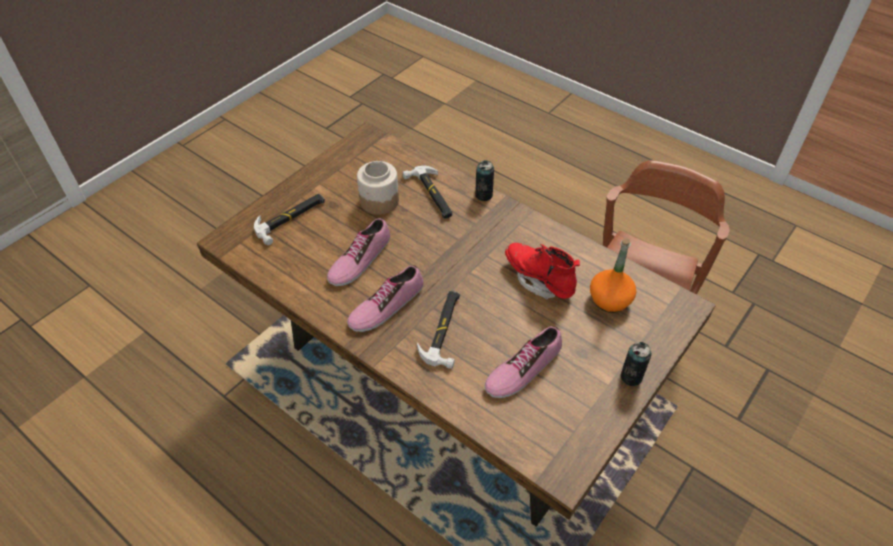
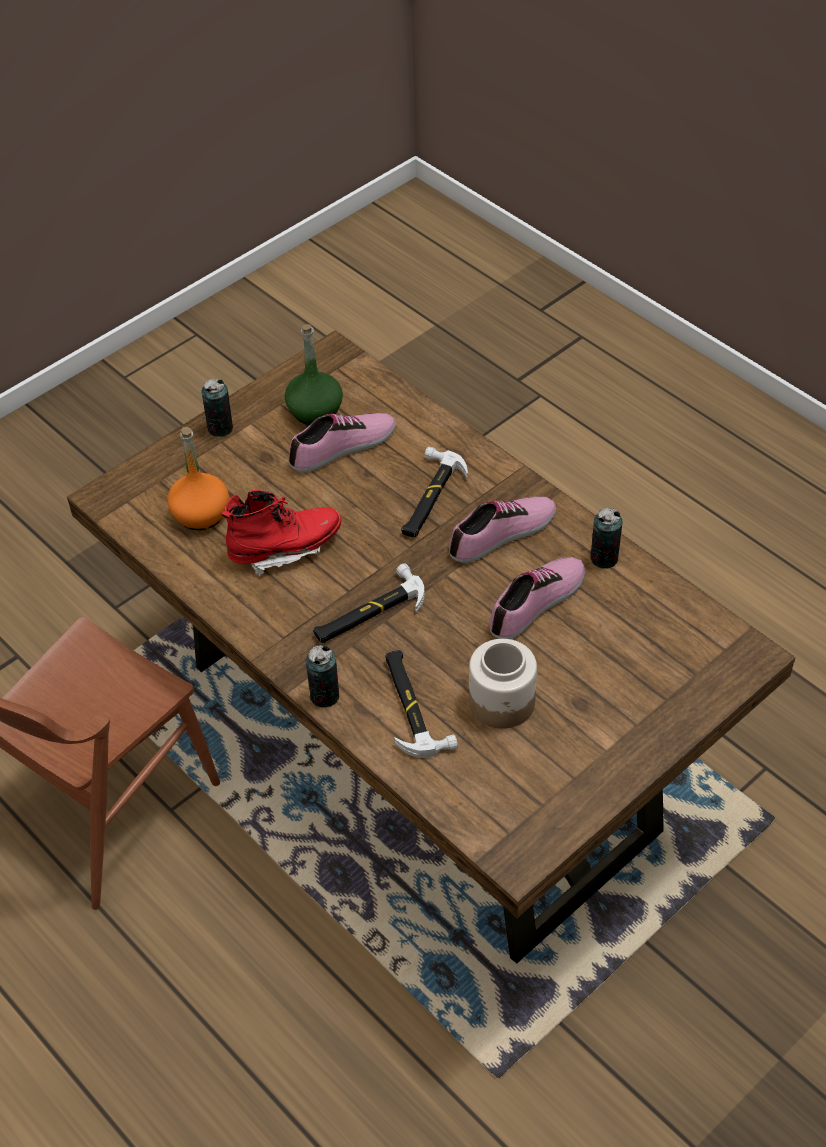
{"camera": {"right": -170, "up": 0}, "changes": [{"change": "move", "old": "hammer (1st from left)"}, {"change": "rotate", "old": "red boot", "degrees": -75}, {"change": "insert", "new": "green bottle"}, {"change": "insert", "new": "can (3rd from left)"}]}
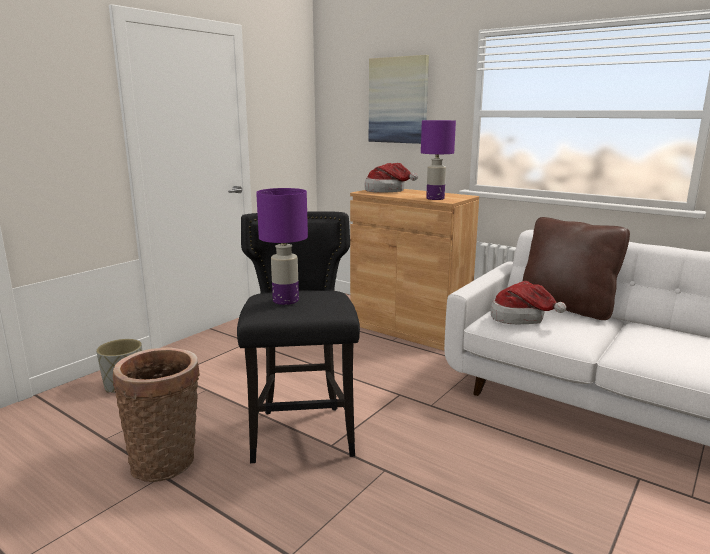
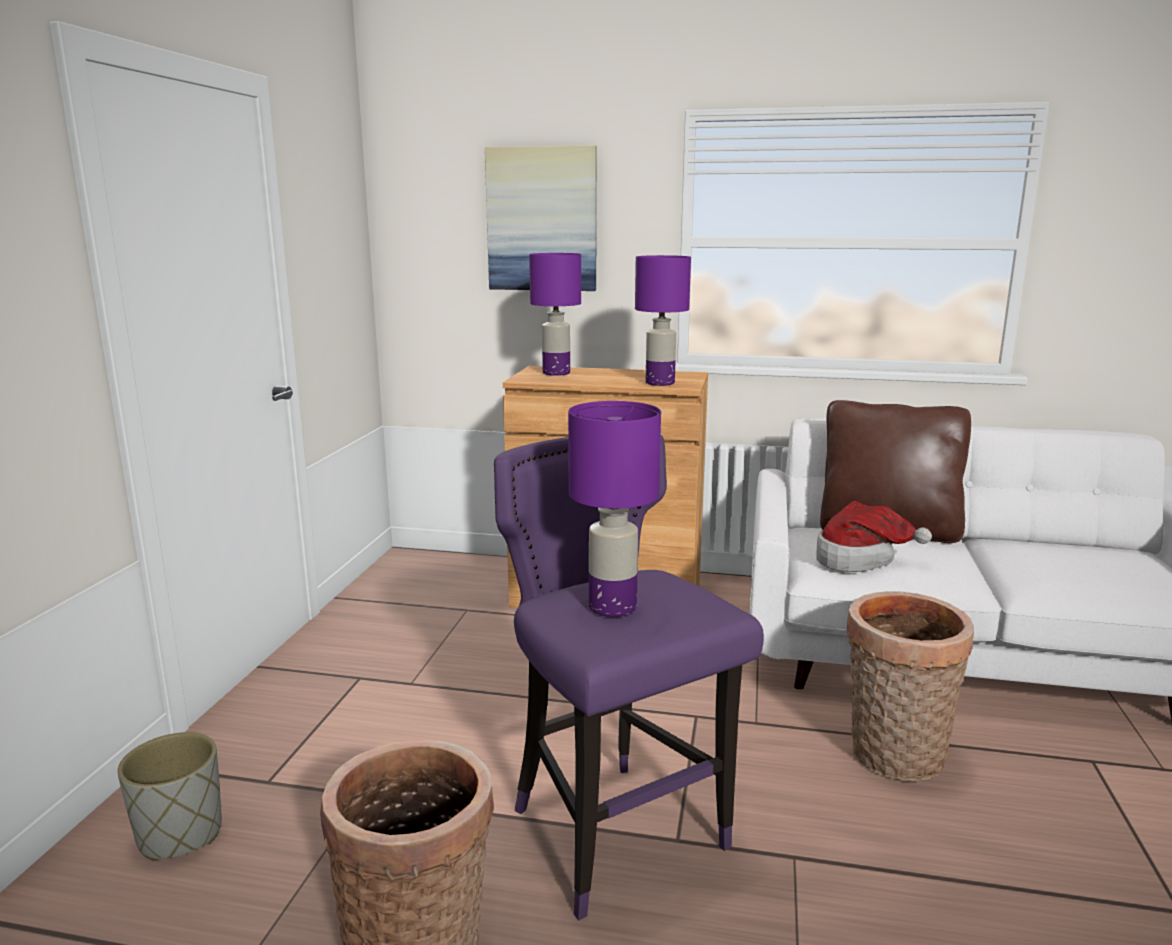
{"camera": {"right": -25, "up": 0}, "changes": [{"change": "recolor", "old": "black stool", "new": "purple stool"}, {"change": "replace", "old": "hat (1st from left)", "new": "purple table lamp (1st from left)"}, {"change": "insert", "new": "basket (2nd from left)"}]}
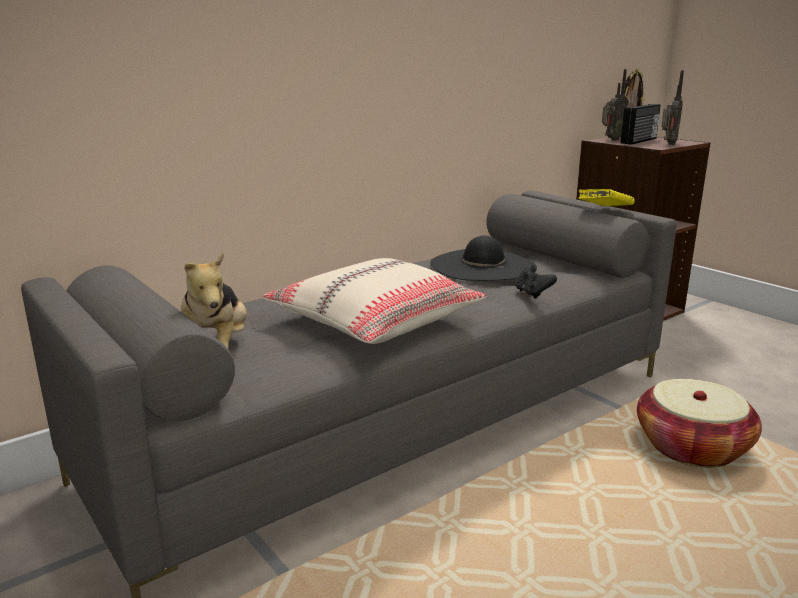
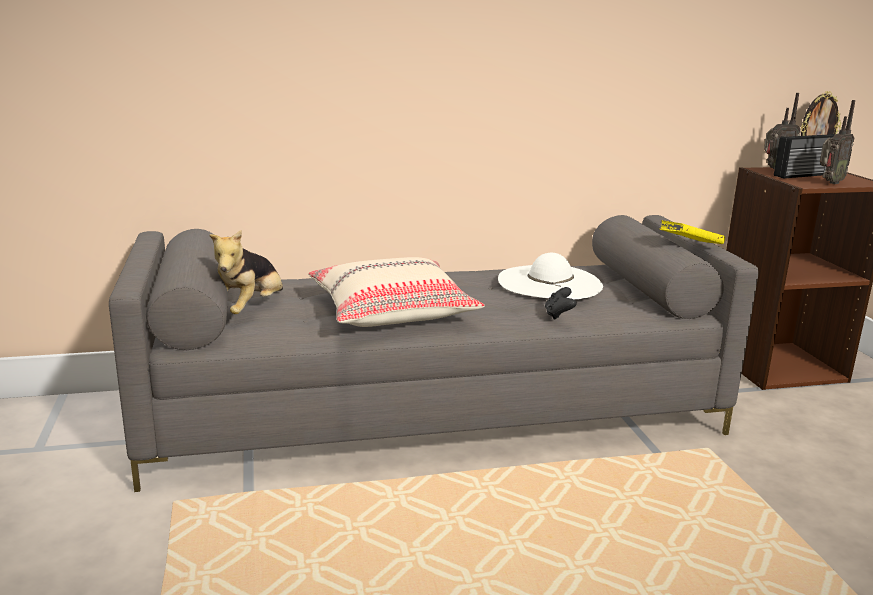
{"camera": {"right": 25, "up": 0}, "changes": [{"change": "recolor", "old": "black hat", "new": "white hat"}, {"change": "delete", "old": "basket"}]}
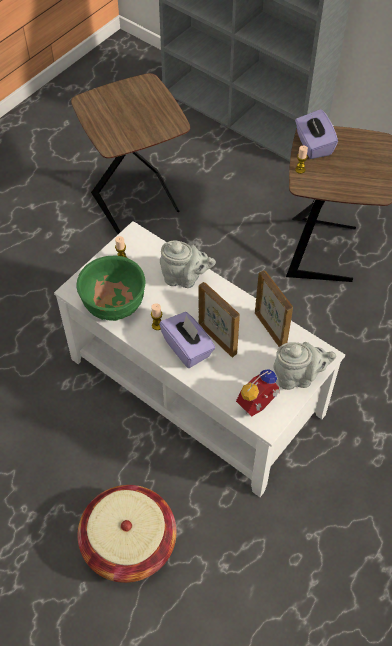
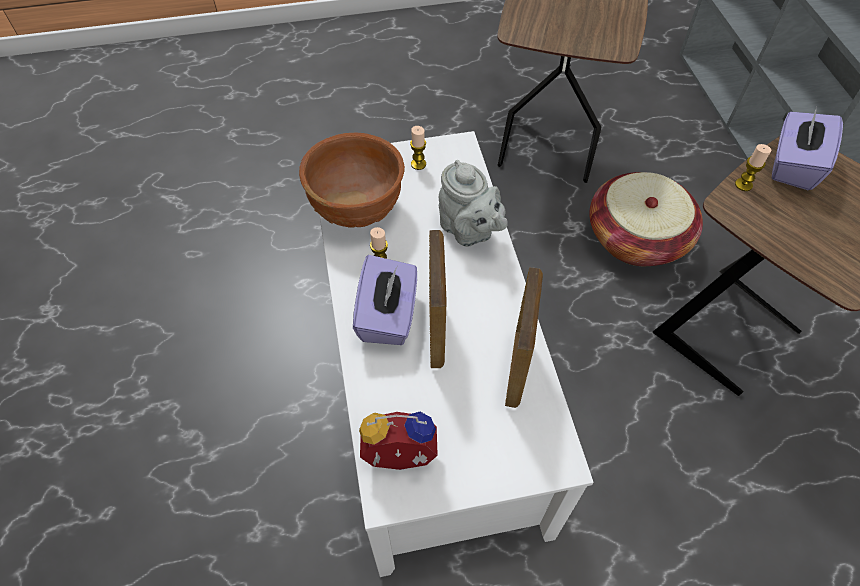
{"camera": {"right": 40, "up": 0}, "changes": [{"change": "recolor", "old": "green bowl", "new": "brown bowl"}, {"change": "move", "old": "basket"}, {"change": "delete", "old": "grey teapot (2nd from left)"}]}
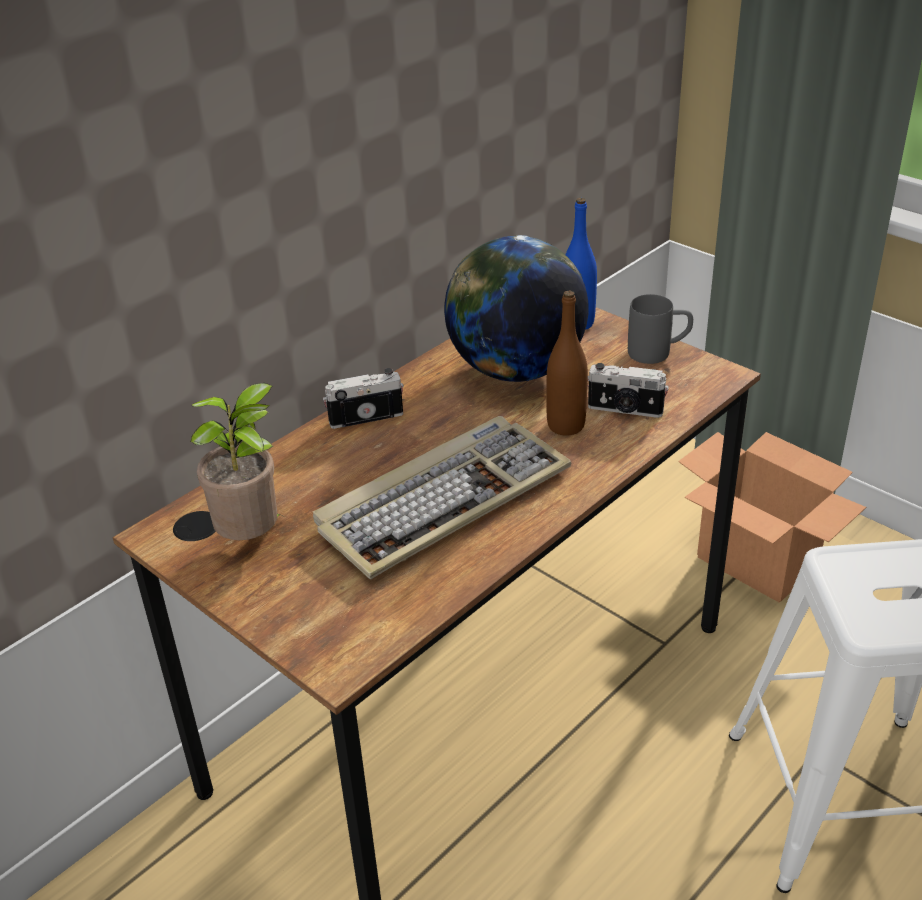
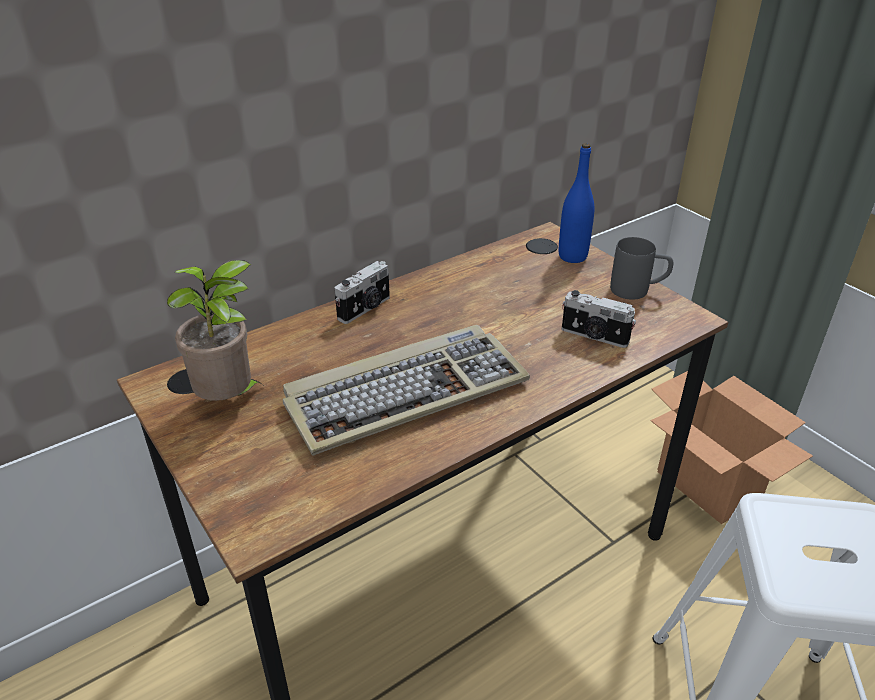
{"camera": {"right": 10, "up": 0}, "changes": [{"change": "rotate", "old": "photo camera (1st from left)", "degrees": 135}, {"change": "delete", "old": "globe"}, {"change": "delete", "old": "brown bottle"}]}
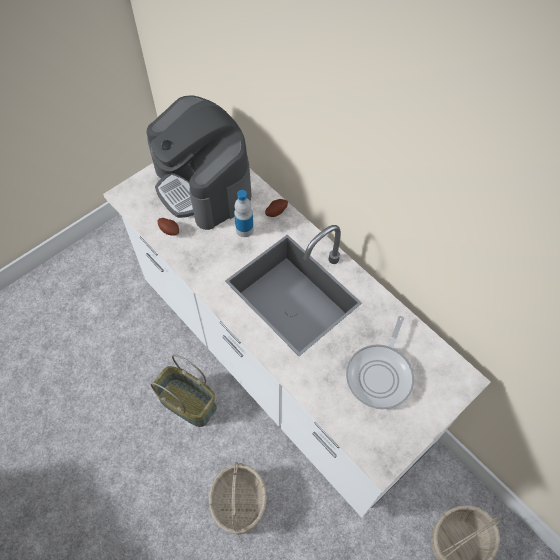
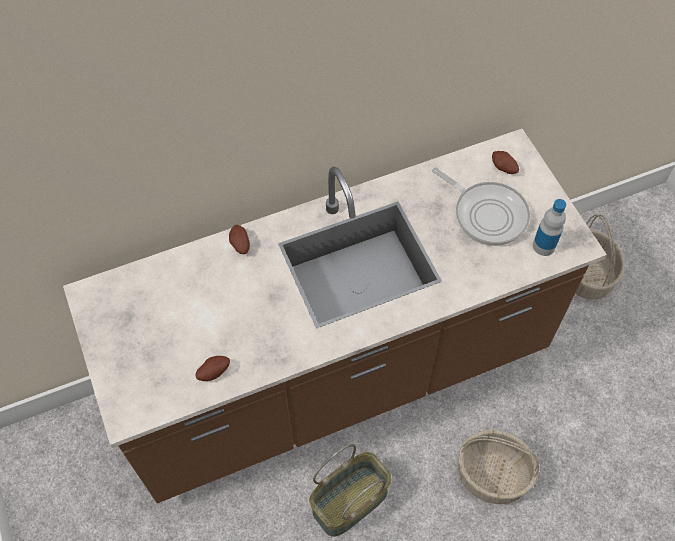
{"camera": {"right": -70, "up": 0}, "changes": [{"change": "recolor", "old": "white counter", "new": "brown counter"}, {"change": "delete", "old": "coffee machine"}, {"change": "move", "old": "bottle"}, {"change": "insert", "new": "potato (3rd from left)"}]}
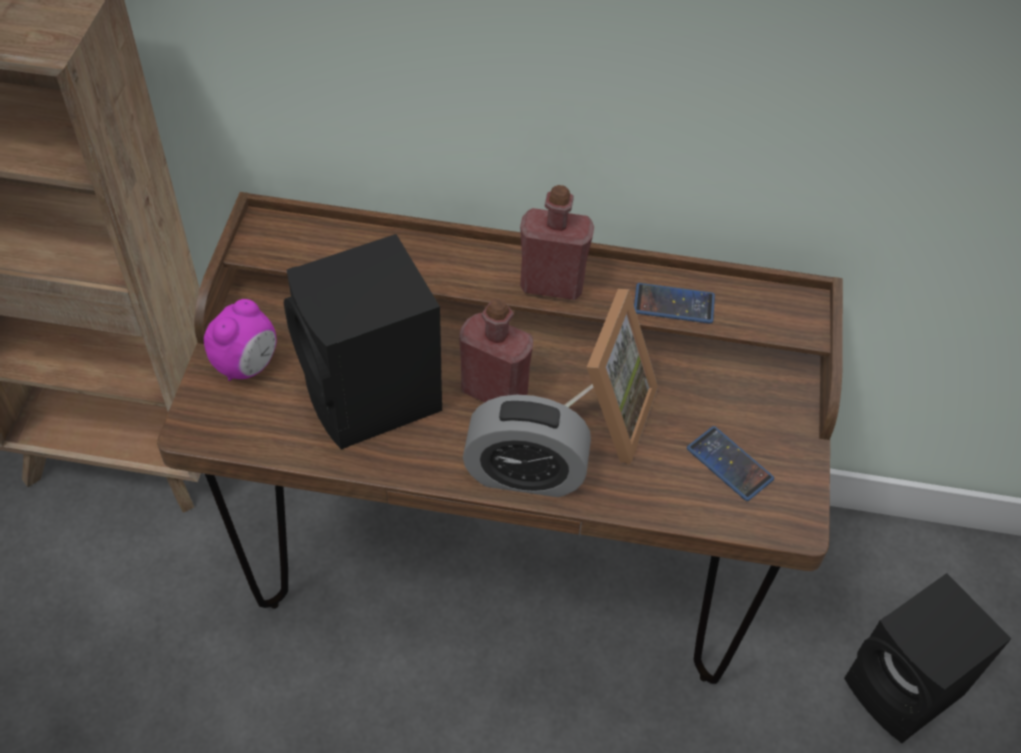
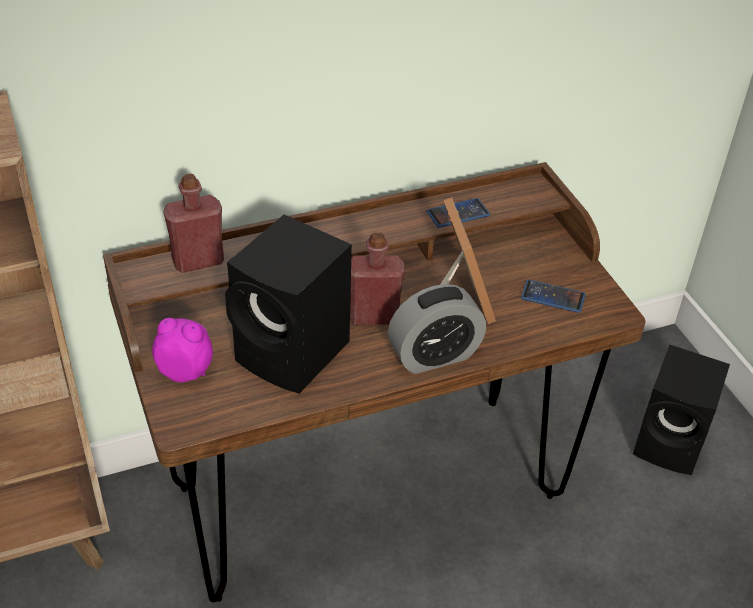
{"camera": {"right": -30, "up": -10}, "changes": [{"change": "rotate", "old": "alarm clock (1st from left)", "degrees": -75}, {"change": "move", "old": "red bottle (2nd from left in the first image)", "new": "red bottle (1st from left)"}]}
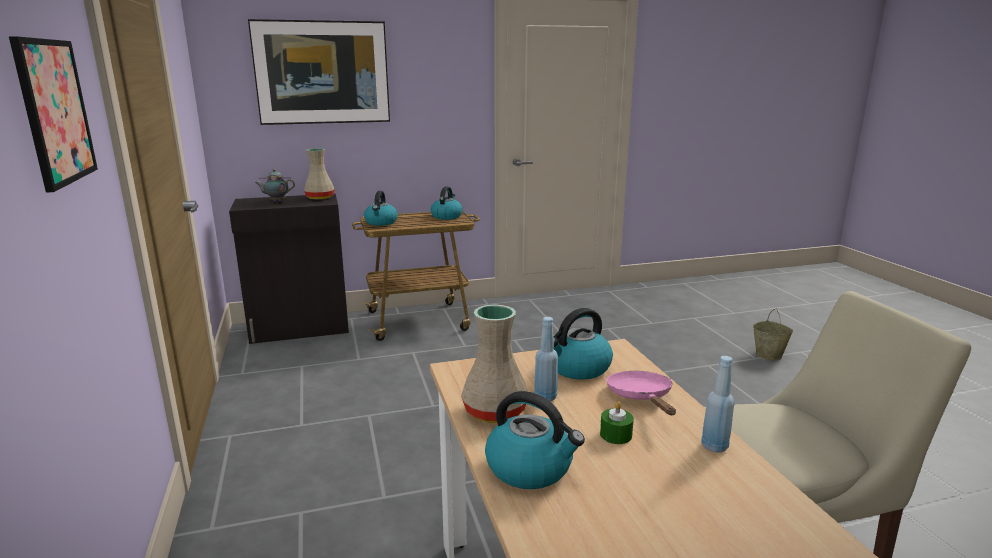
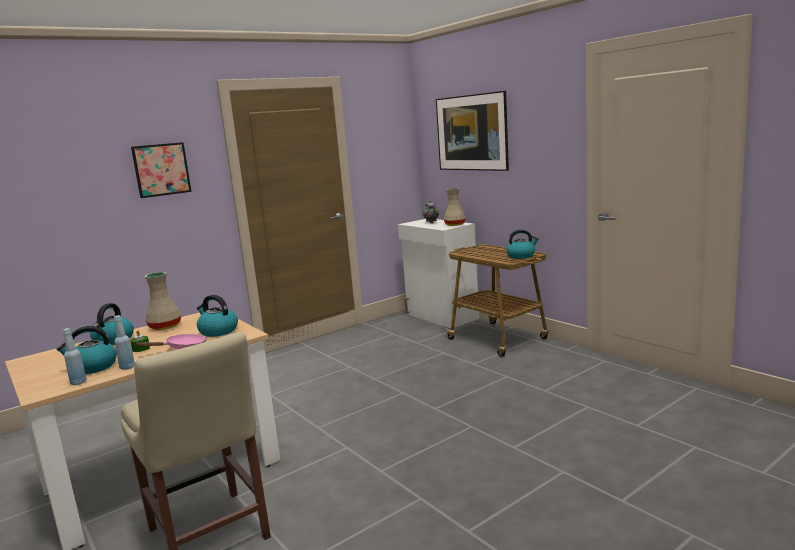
{"camera": {"right": 70, "up": -5}, "changes": [{"change": "recolor", "old": "black cabinet", "new": "white cabinet"}, {"change": "move", "old": "kettle (1st from left)"}, {"change": "move", "old": "blue bottle (1st from left)"}, {"change": "delete", "old": "beige bucket"}]}
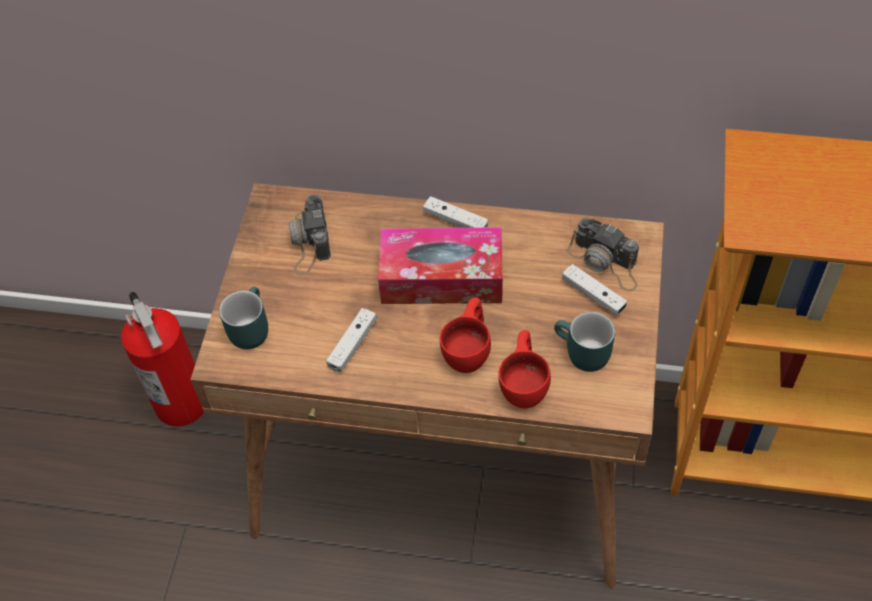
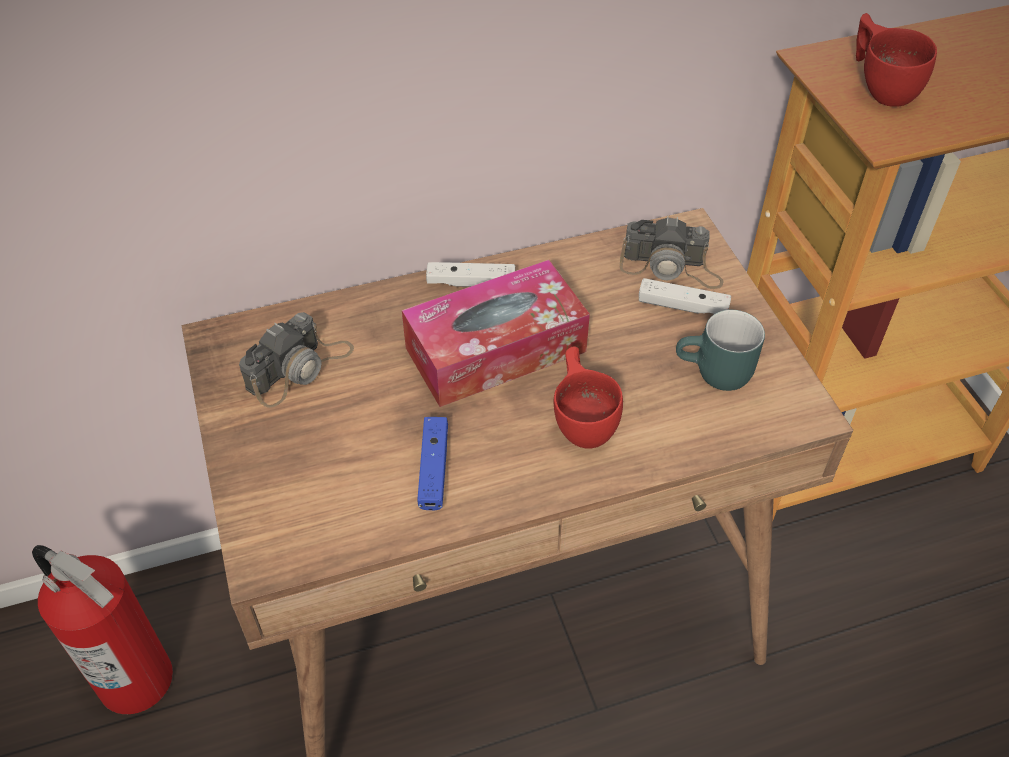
{"camera": {"right": -30, "up": -5}, "changes": [{"change": "delete", "old": "turquoise mug (1st from left)"}, {"change": "rotate", "old": "photo camera (1st from left)", "degrees": -105}, {"change": "recolor", "old": "white game controller (1st from left)", "new": "blue game controller"}, {"change": "move", "old": "red cup (2nd from left)"}]}
